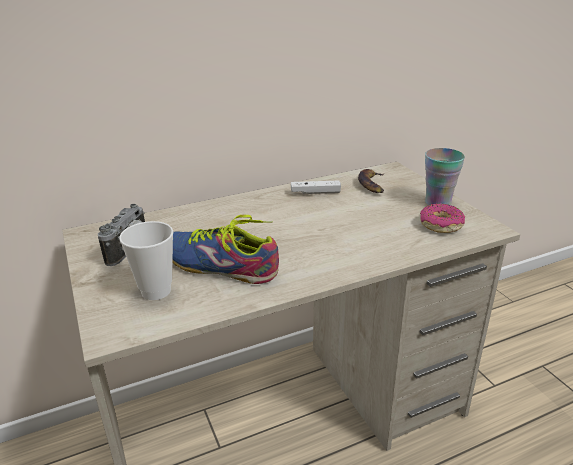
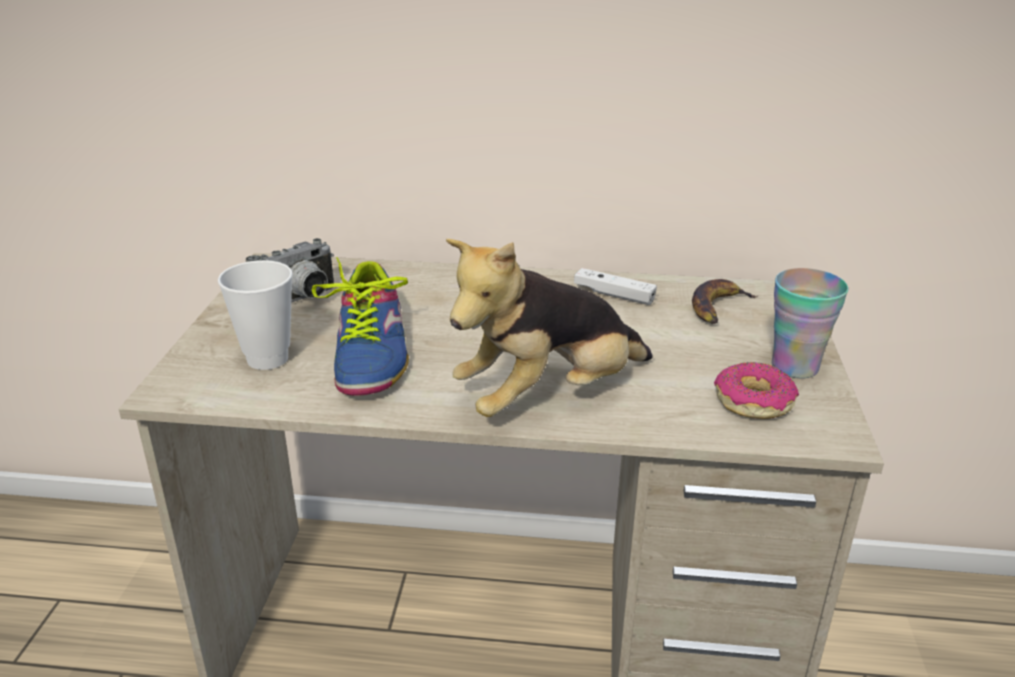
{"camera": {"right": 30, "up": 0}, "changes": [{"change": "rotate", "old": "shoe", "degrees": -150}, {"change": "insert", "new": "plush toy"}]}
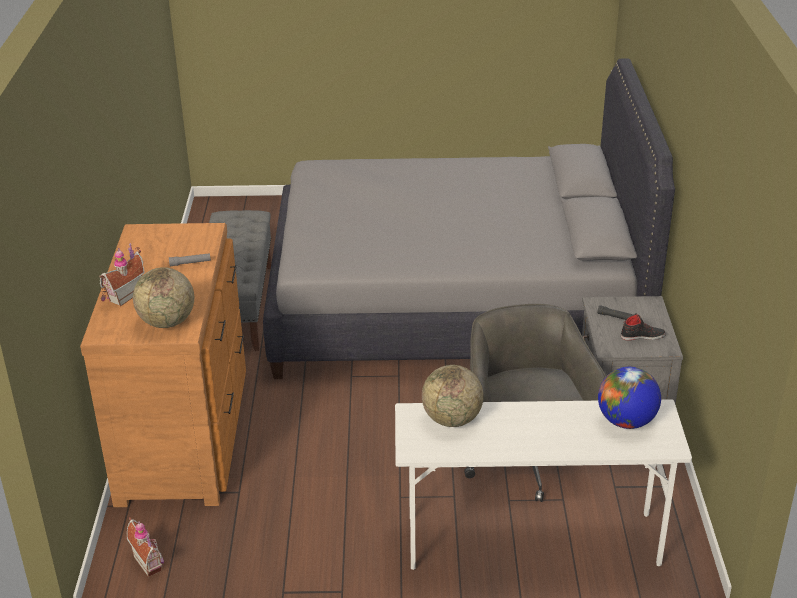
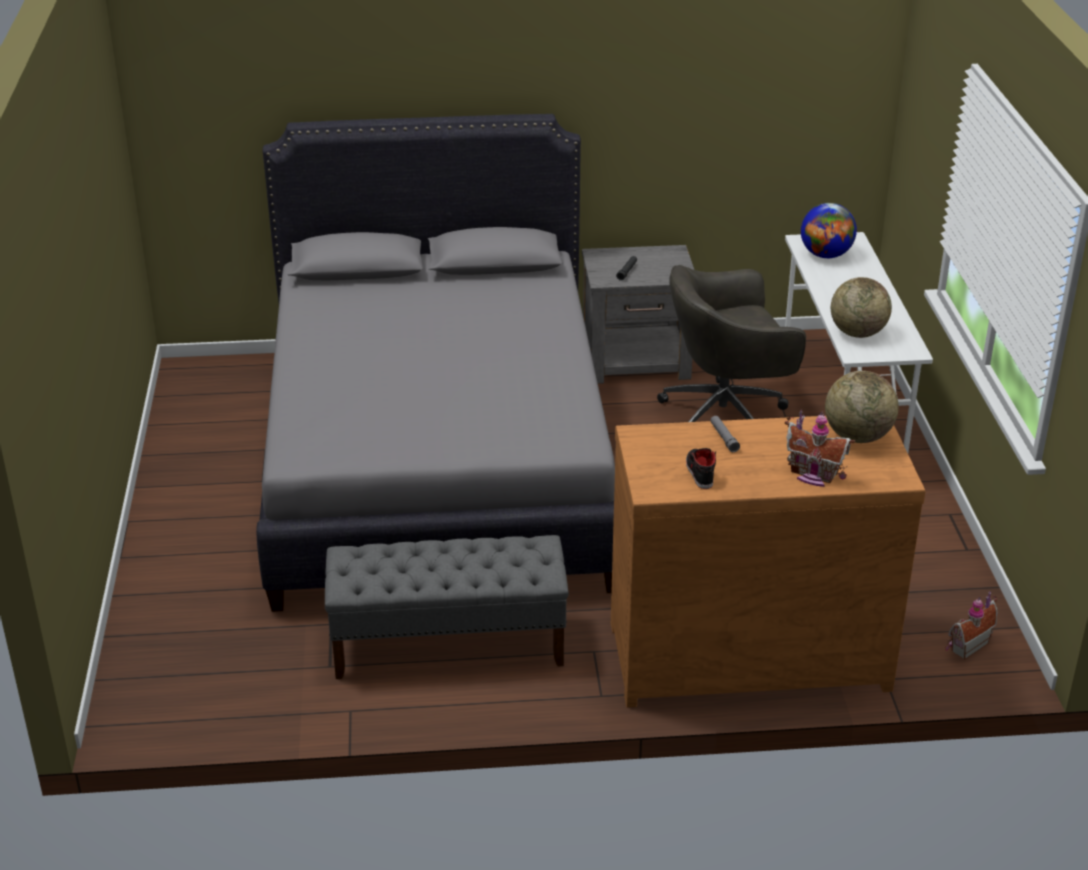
{"camera": {"right": -95, "up": 0}, "changes": [{"change": "move", "old": "black shoe"}]}
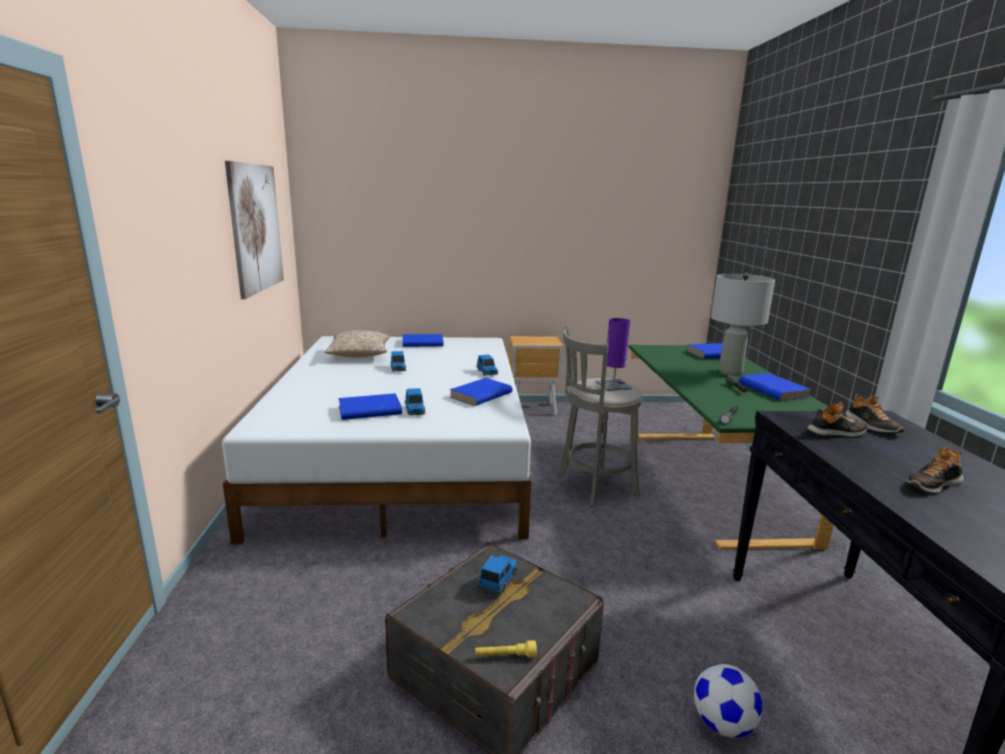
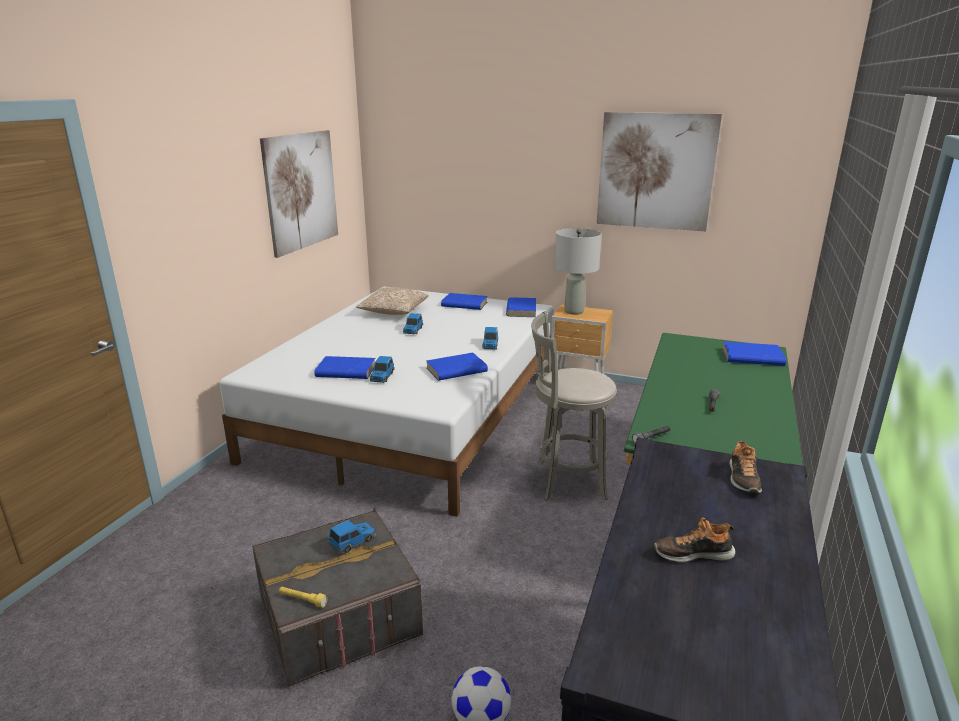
{"camera": {"right": 25, "up": 5}, "changes": [{"change": "delete", "old": "purple table lamp"}, {"change": "move", "old": "grey table lamp"}, {"change": "move", "old": "blue book (5th from left in the first image)", "new": "blue book (4th from left)"}, {"change": "delete", "old": "shoe (1st from left)"}, {"change": "insert", "new": "picture (2nd from left)"}]}
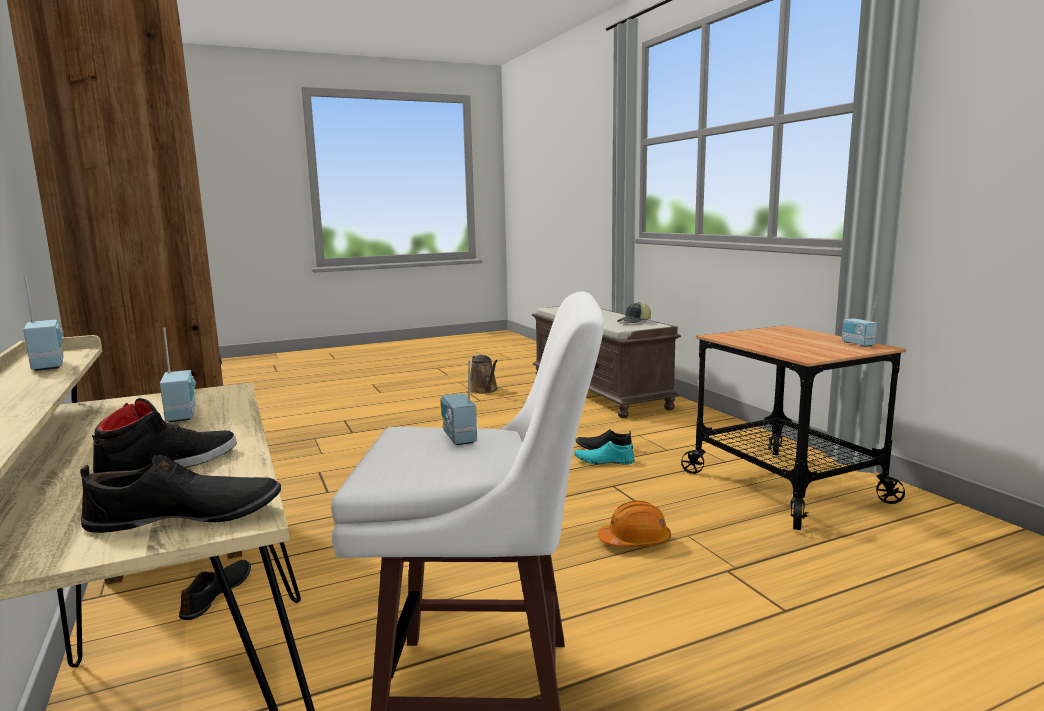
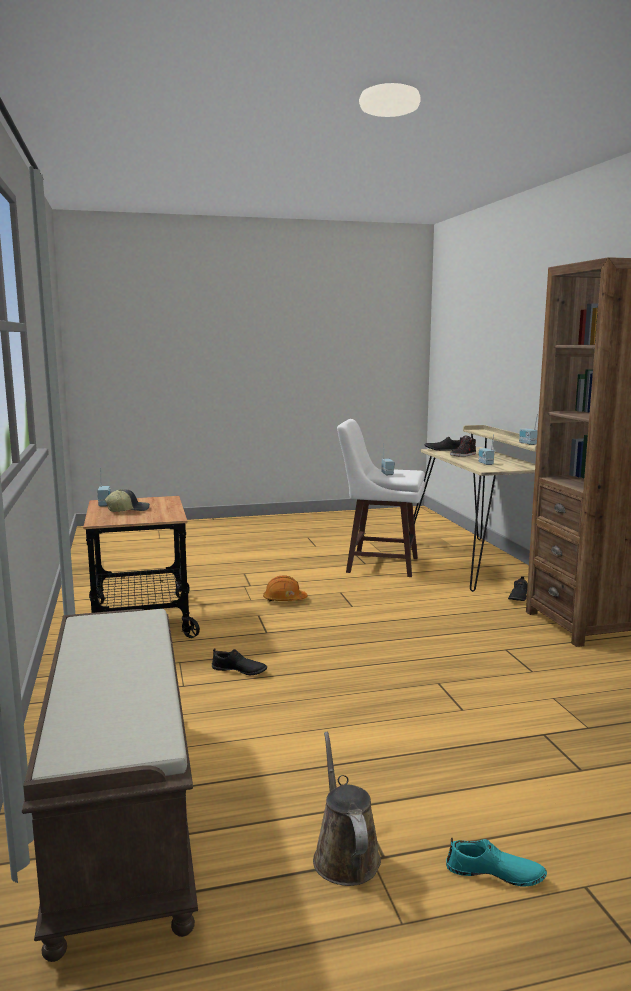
{"camera": {"right": -170, "up": 0}, "changes": [{"change": "move", "old": "turquoise shoe"}, {"change": "move", "old": "cap"}]}
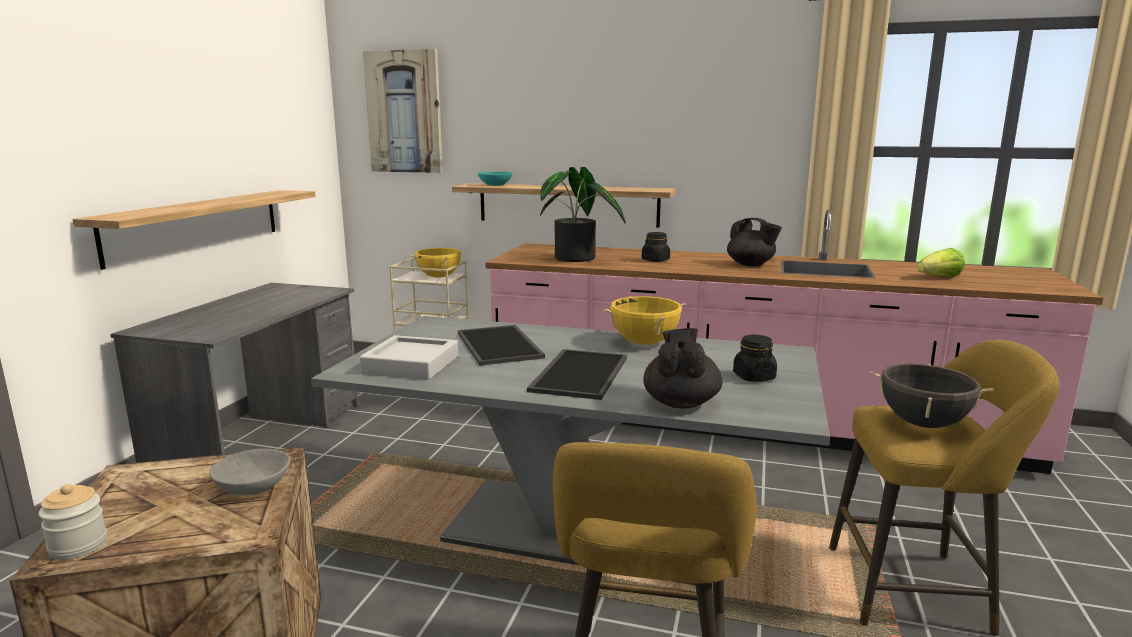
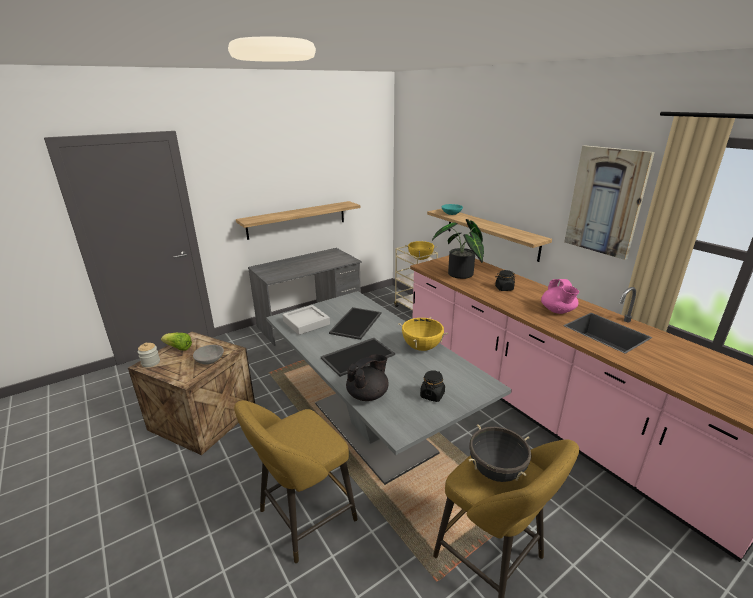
{"camera": {"right": 40, "up": 10}, "changes": [{"change": "move", "old": "picture"}, {"change": "recolor", "old": "black teapot (2nd from left)", "new": "pink teapot"}, {"change": "move", "old": "lettuce"}]}
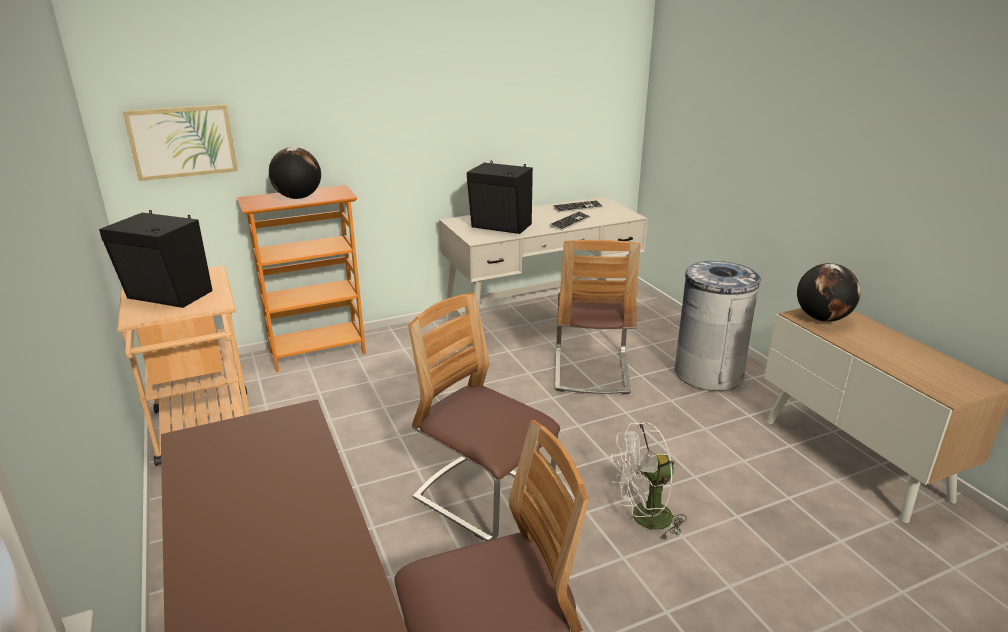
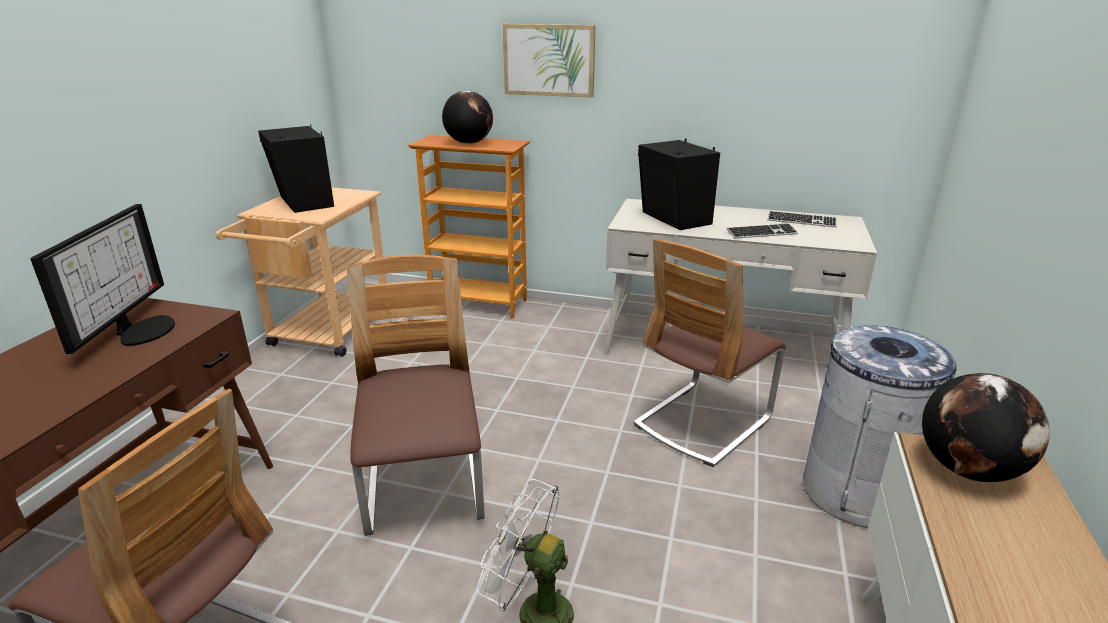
{"camera": {"right": 40, "up": 0}, "changes": [{"change": "move", "old": "picture"}, {"change": "insert", "new": "monitor"}]}
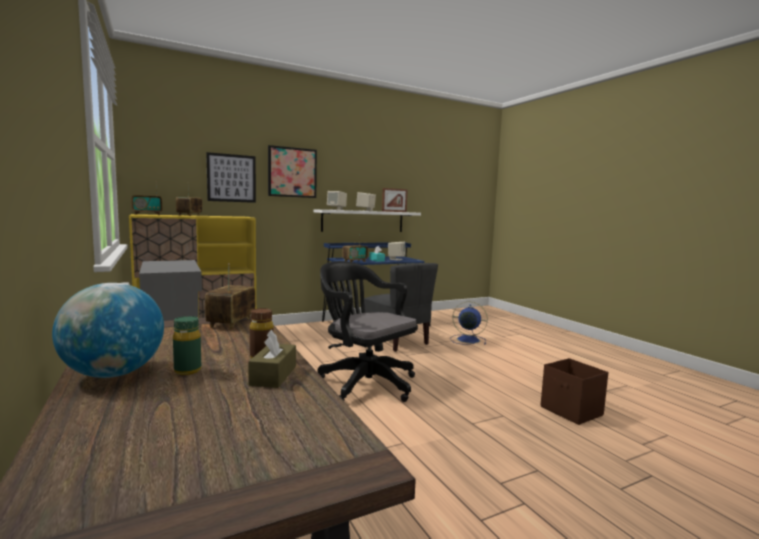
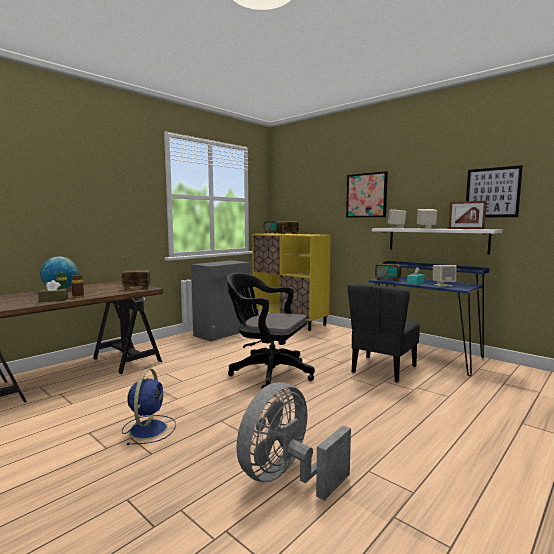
{"camera": {"right": 70, "up": 0}, "changes": [{"change": "move", "old": "picture (1st from left in the first image)", "new": "picture (2nd from left)"}, {"change": "rotate", "old": "black office chair", "degrees": -90}, {"change": "move", "old": "blue fan"}, {"change": "replace", "old": "brown storage box", "new": "grey fan"}]}
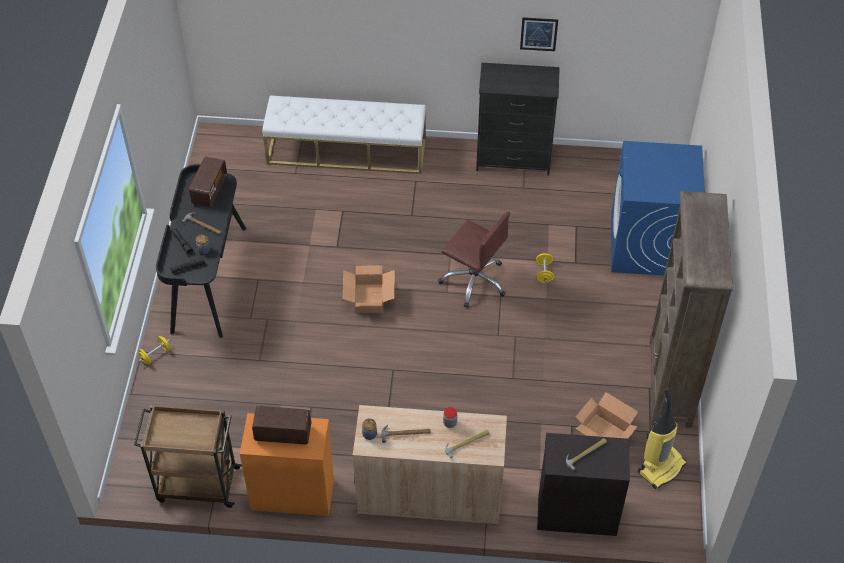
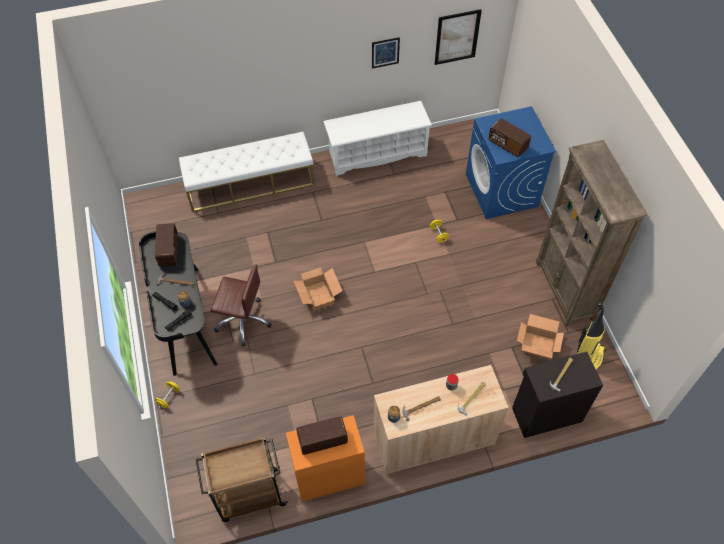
{"camera": {"right": -20, "up": 5}, "changes": [{"change": "move", "old": "brown office chair"}, {"change": "replace", "old": "black dresser", "new": "white shoe rack"}, {"change": "insert", "new": "picture (2nd from left)"}, {"change": "insert", "new": "radio (3rd from left)"}]}
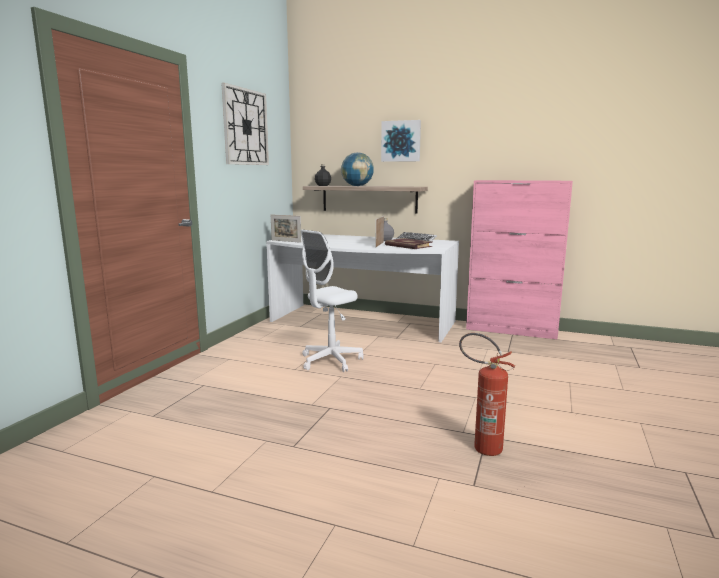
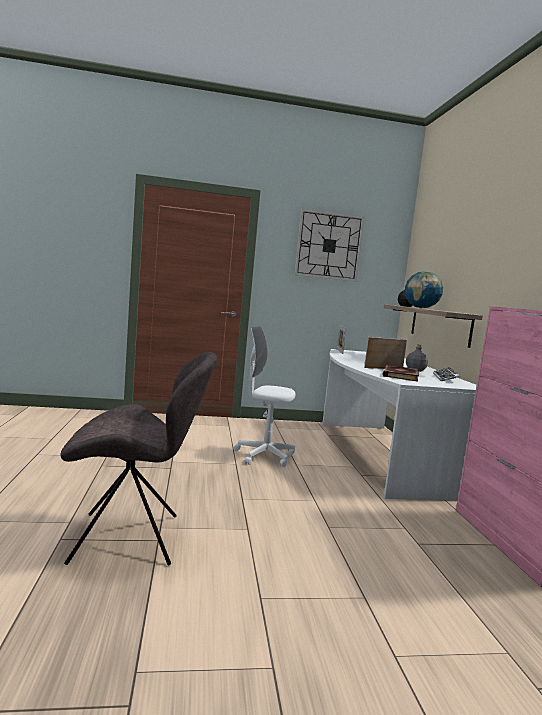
{"camera": {"right": 60, "up": -5}, "changes": [{"change": "delete", "old": "picture"}, {"change": "replace", "old": "fire extinguisher", "new": "grey chair"}]}
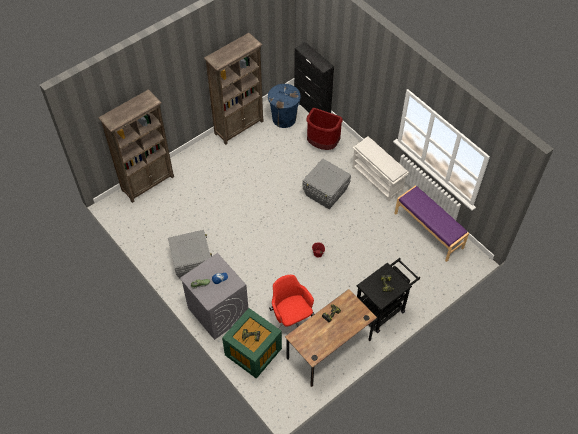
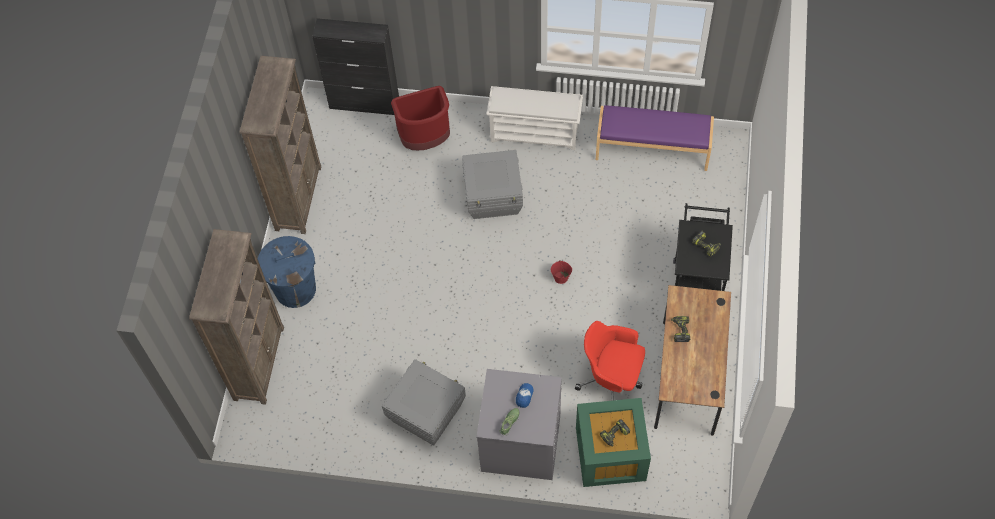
{"camera": {"right": -40, "up": 5}, "changes": [{"change": "move", "old": "blue trash can"}]}
